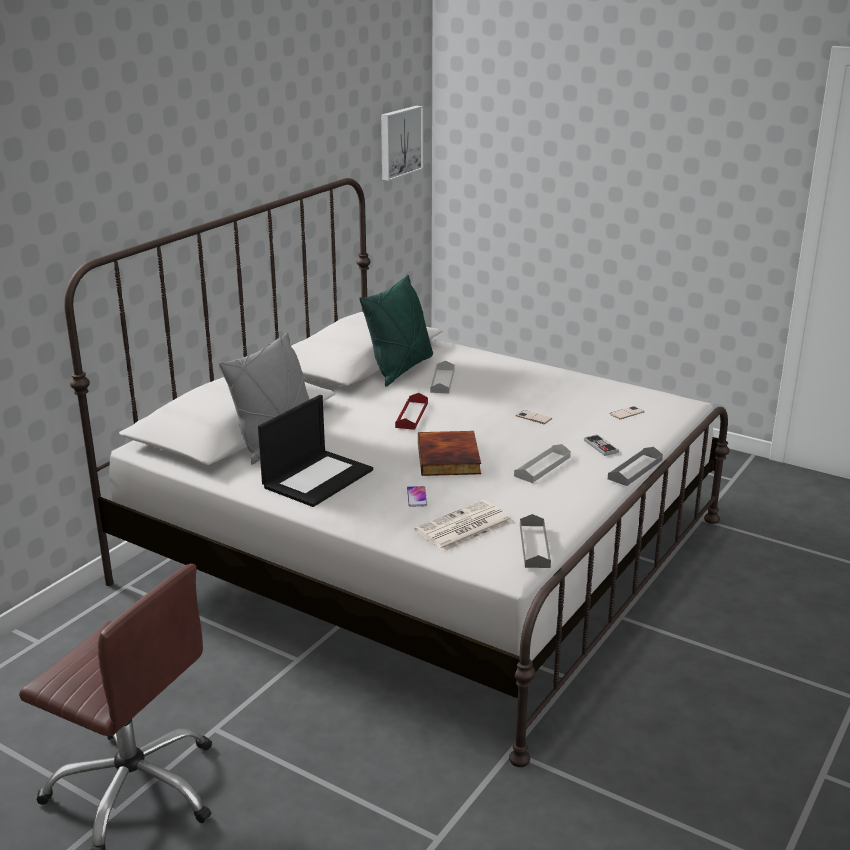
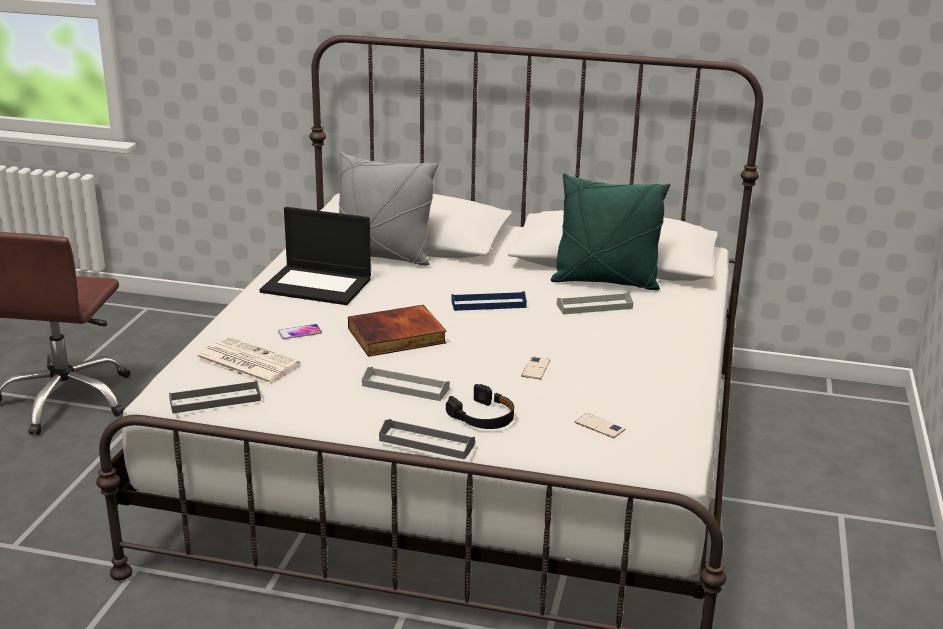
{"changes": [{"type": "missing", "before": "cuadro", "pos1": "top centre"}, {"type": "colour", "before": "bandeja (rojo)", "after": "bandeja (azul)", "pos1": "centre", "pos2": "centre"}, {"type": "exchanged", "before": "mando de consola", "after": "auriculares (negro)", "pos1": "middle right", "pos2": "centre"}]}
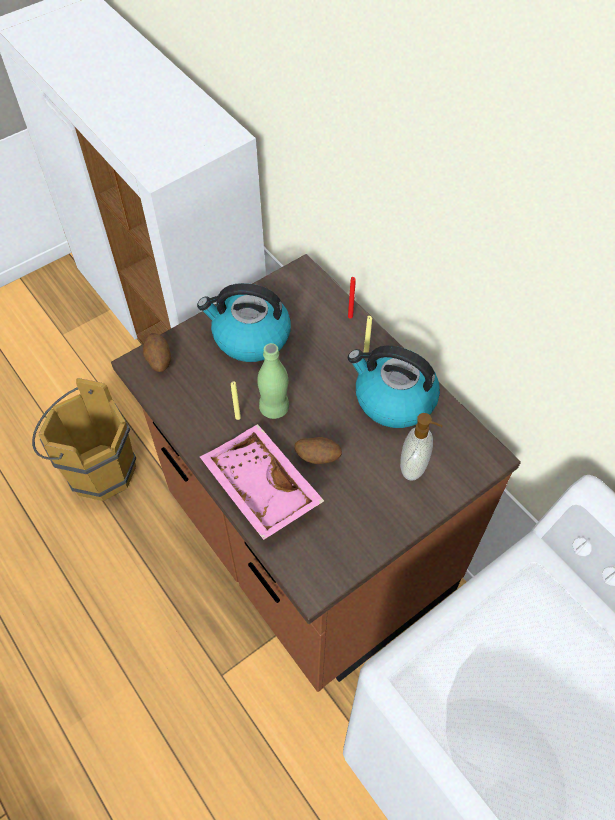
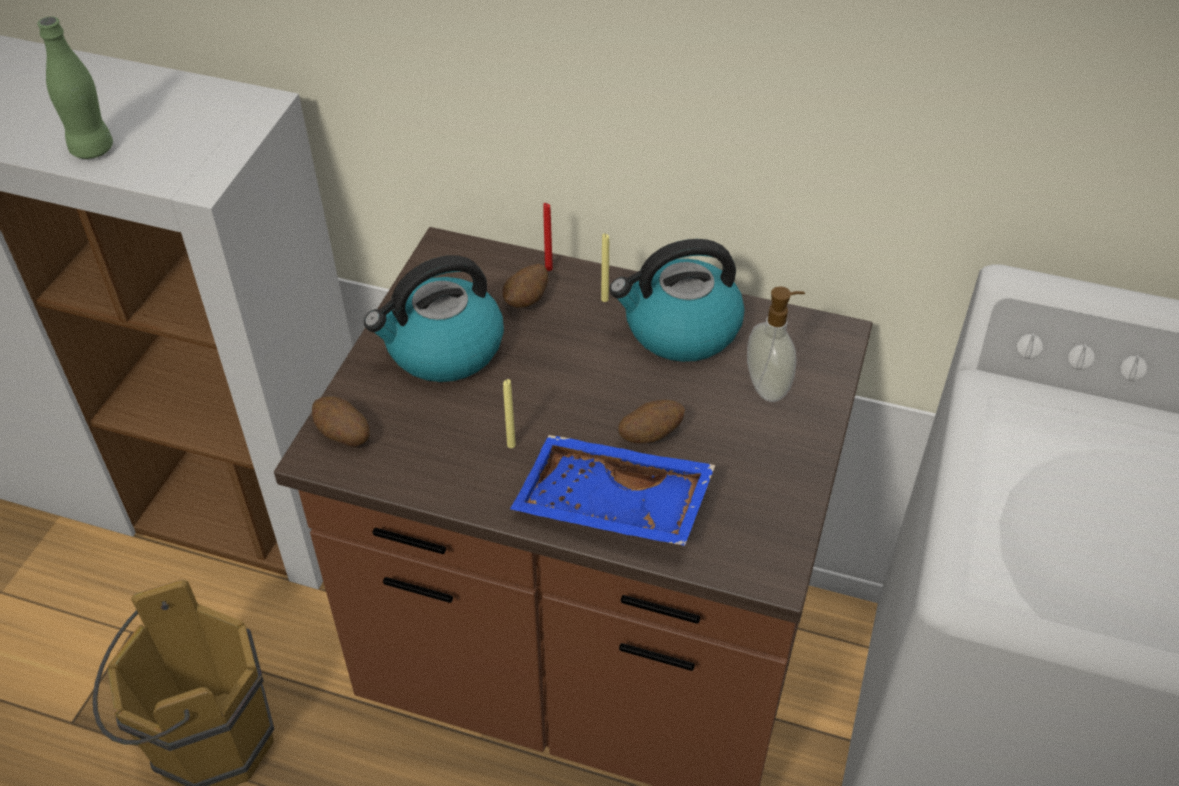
{"changes": [{"type": "colour", "before": "bandeja (rosa)", "after": "bandeja (azul)", "pos1": "centre", "pos2": "centre"}, {"type": "relocated", "before": "botella (verde)", "pos1": "centre", "pos2": "top left"}, {"type": "appeared", "after": "patata (no. 2 from left)", "pos2": "centre"}]}
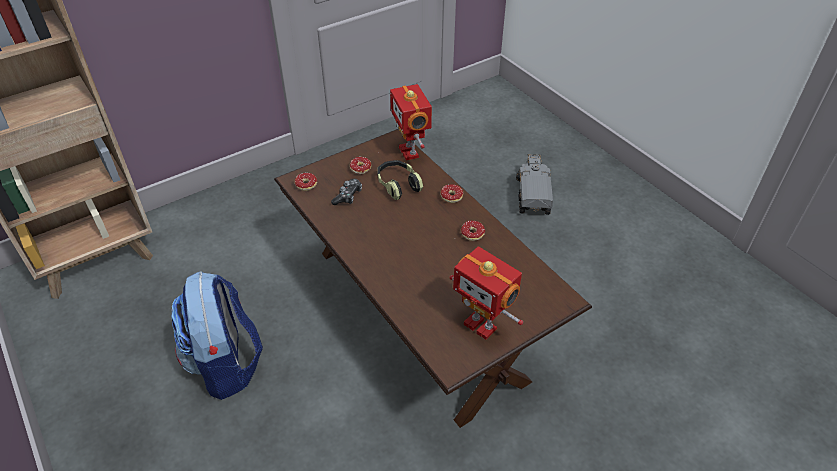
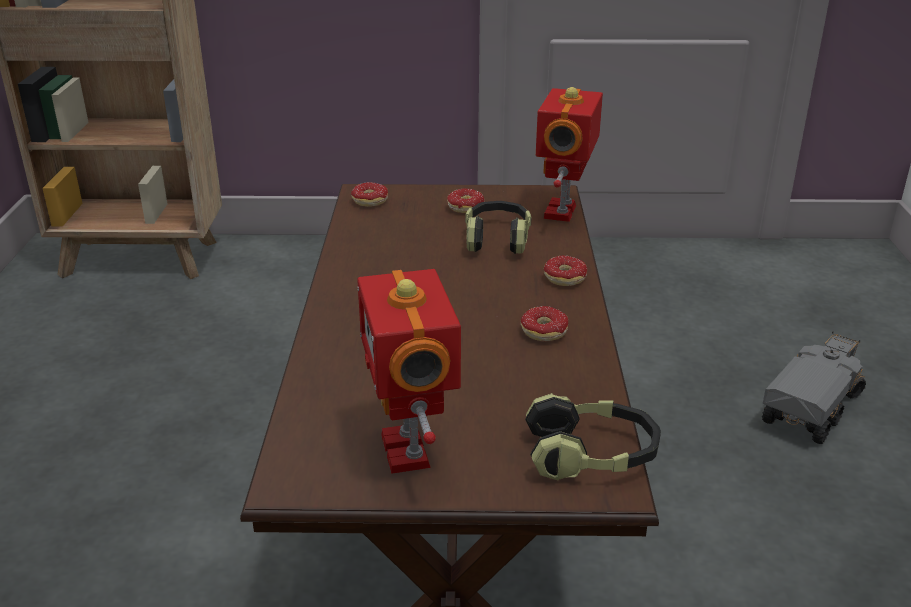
{"changes": [{"type": "missing", "before": "mochila", "pos1": "bottom left"}, {"type": "missing", "before": "mando de consola", "pos1": "centre"}, {"type": "appeared", "after": "auriculares (no. 2 from left)", "pos2": "bottom centre"}]}
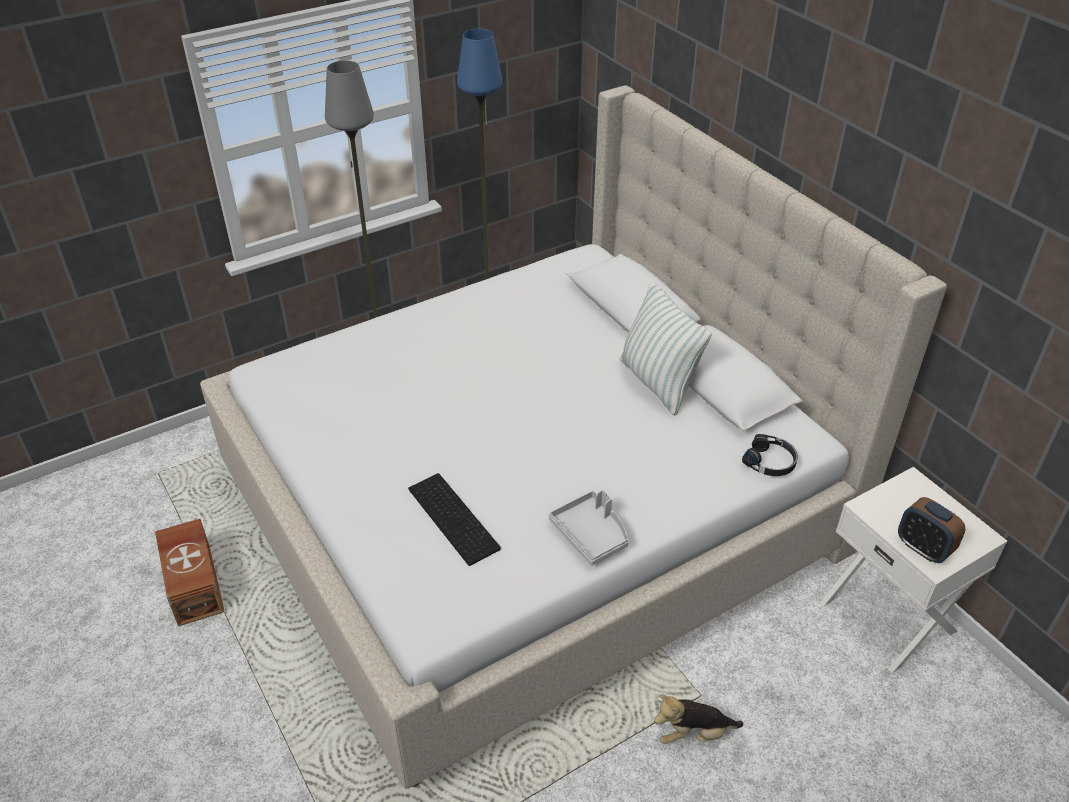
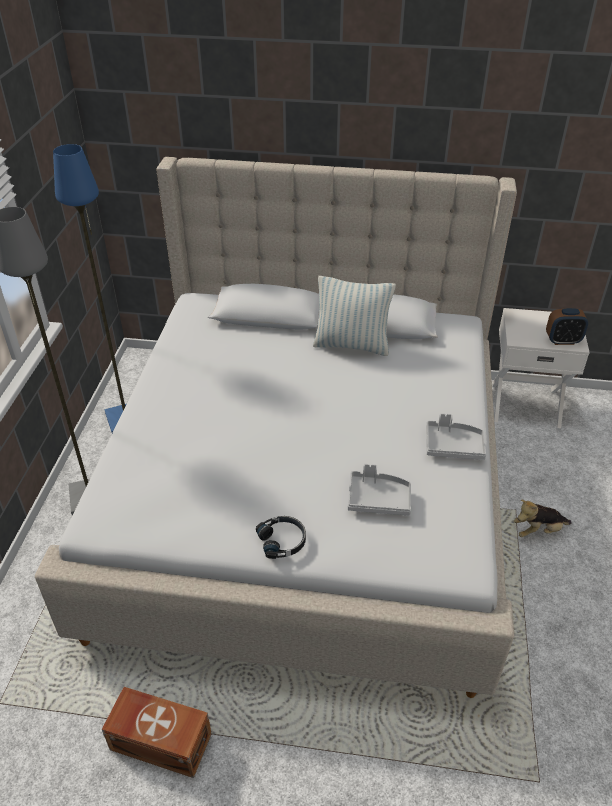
{"changes": [{"type": "exchanged", "before": "teclado", "after": "bandeja (gris) (no. 1 from left)", "pos1": "centre", "pos2": "centre"}, {"type": "spun", "before": "peluche", "pos1": "bottom centre", "pos2": "middle right", "turn": 45}, {"type": "relocated", "before": "auriculares (negro)", "pos1": "middle right", "pos2": "centre"}]}
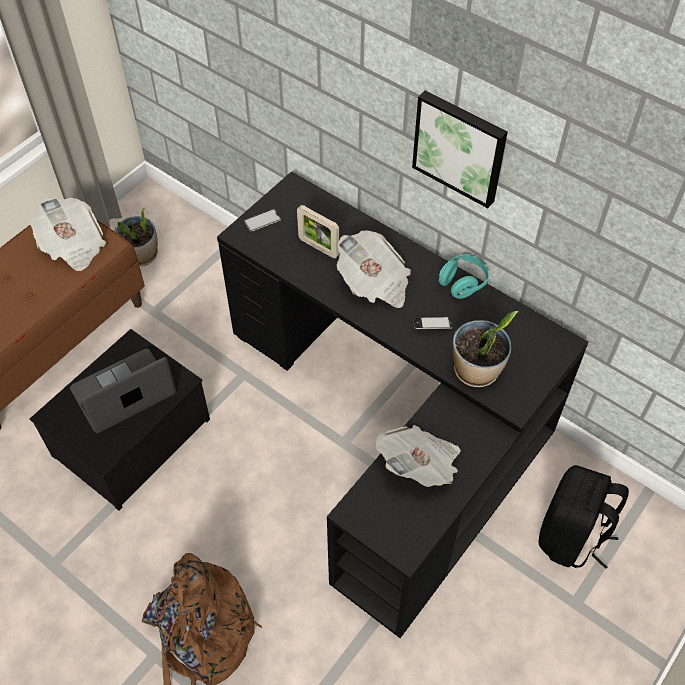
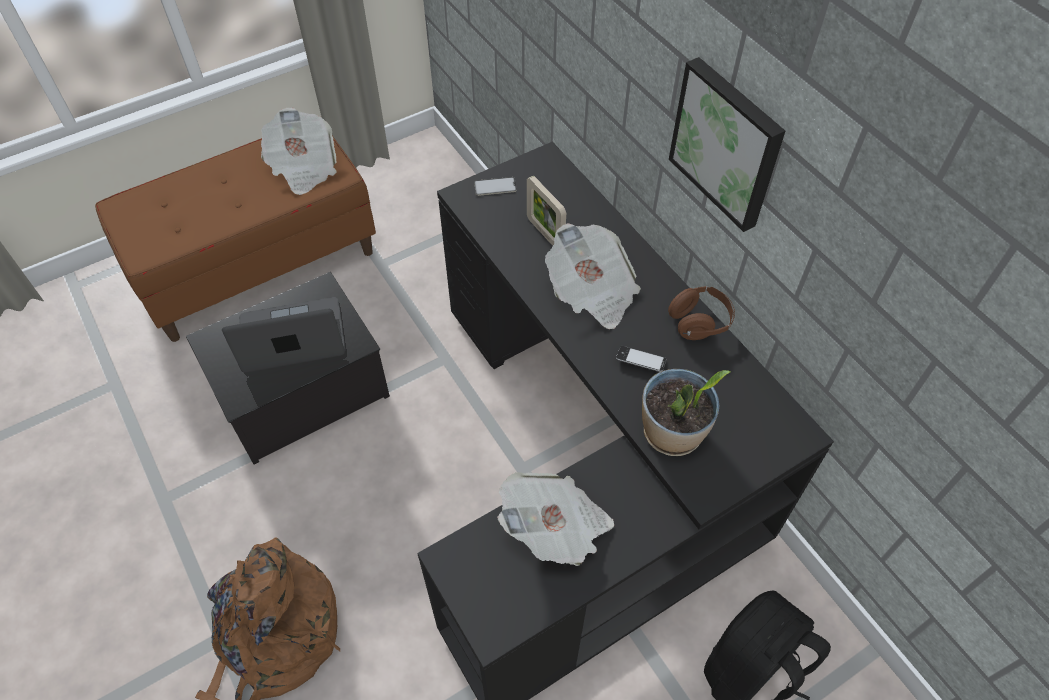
{"changes": [{"type": "missing", "before": "planta en maceta (no. 1 from left)", "pos1": "middle left"}, {"type": "colour", "before": "auriculares (turquesa)", "after": "auriculares (marrón)", "pos1": "middle right", "pos2": "middle right"}]}
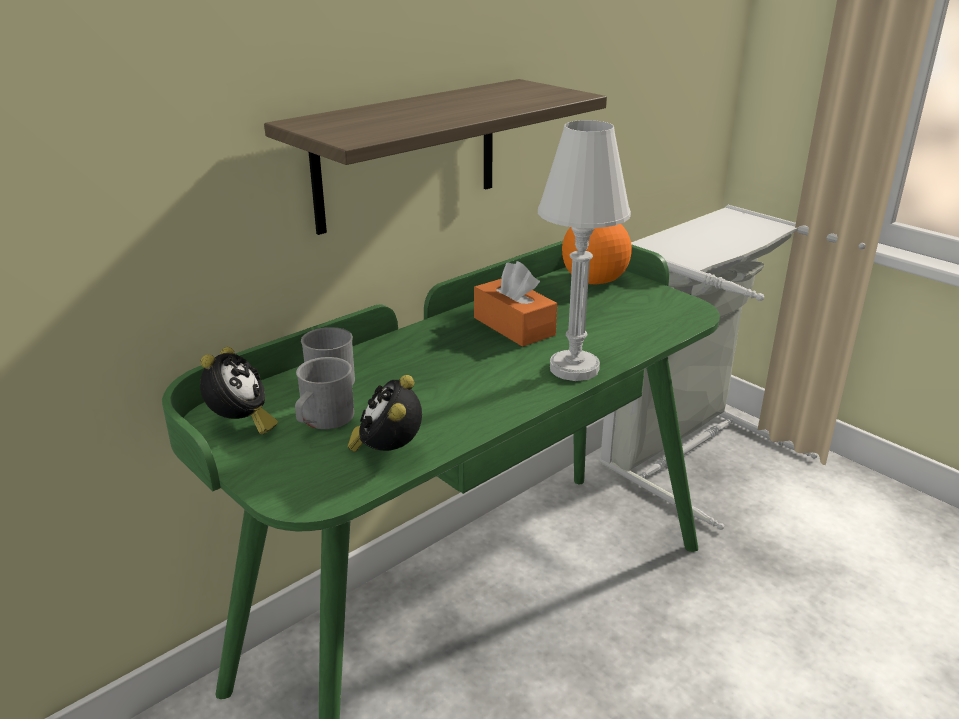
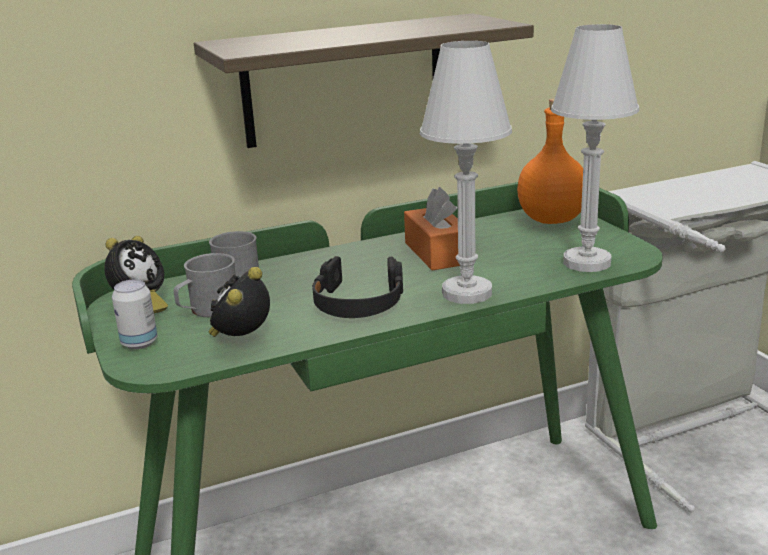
{"changes": [{"type": "appeared", "after": "lata", "pos2": "middle left"}, {"type": "appeared", "after": "auriculares (negro)", "pos2": "centre"}, {"type": "appeared", "after": "lámpara de mesa (blanco) (no. 2 from left)", "pos2": "top right"}]}
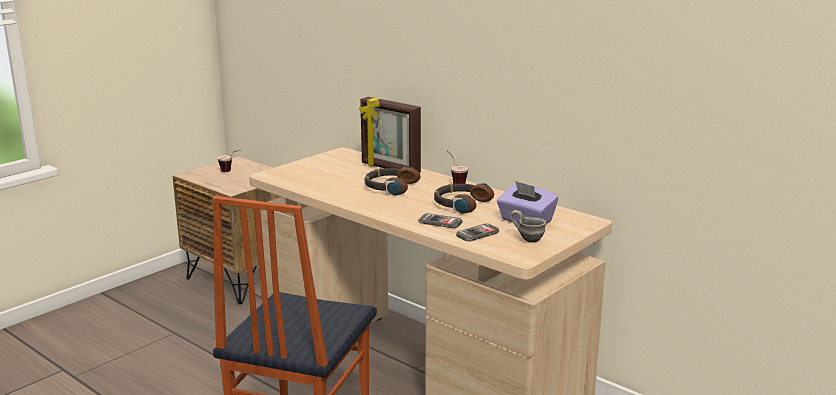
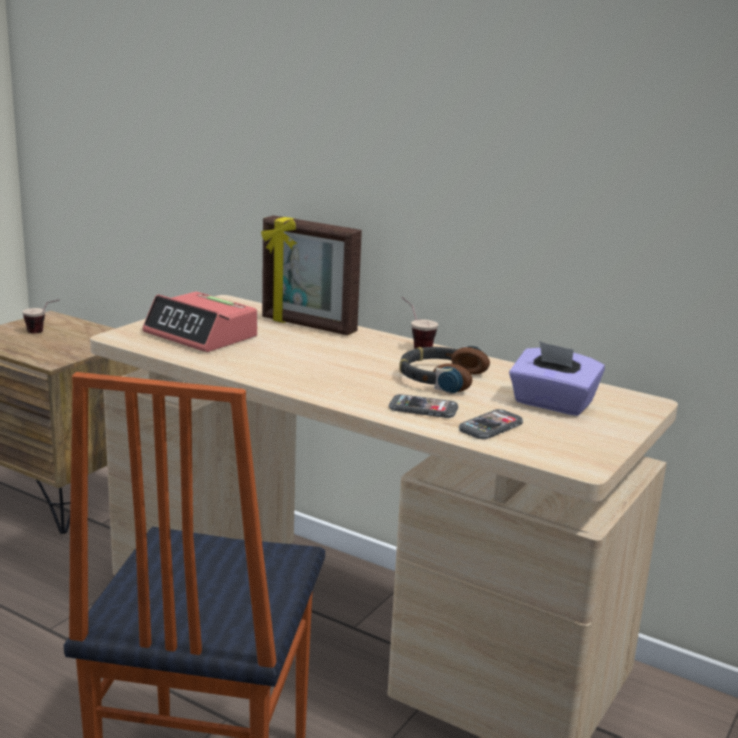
{"changes": [{"type": "missing", "before": "auriculares (no. 1 from left)", "pos1": "centre"}, {"type": "missing", "before": "taza grande (gris)", "pos1": "centre"}, {"type": "appeared", "after": "despertador", "pos2": "middle left"}]}
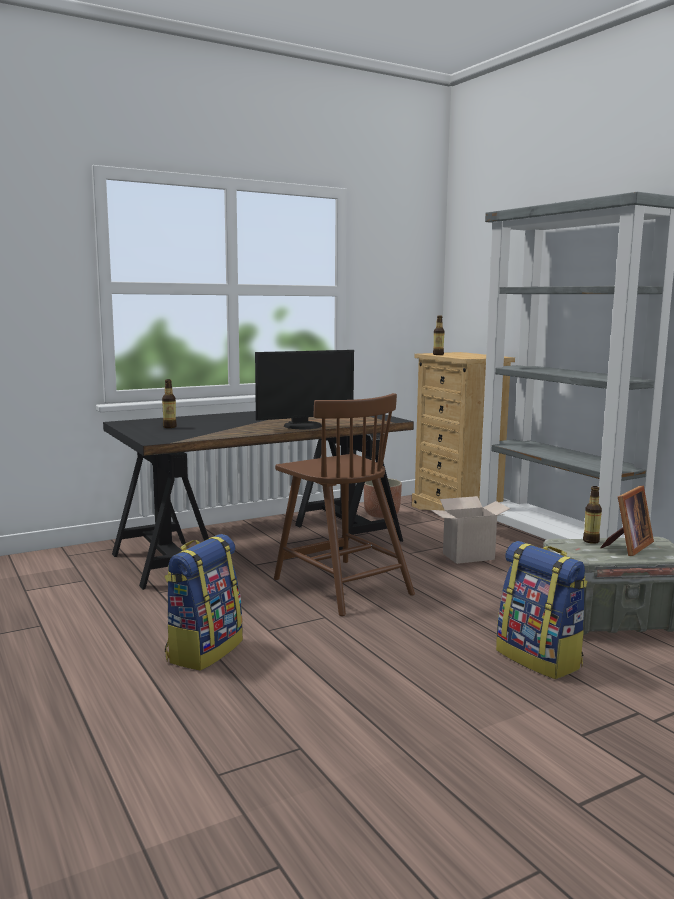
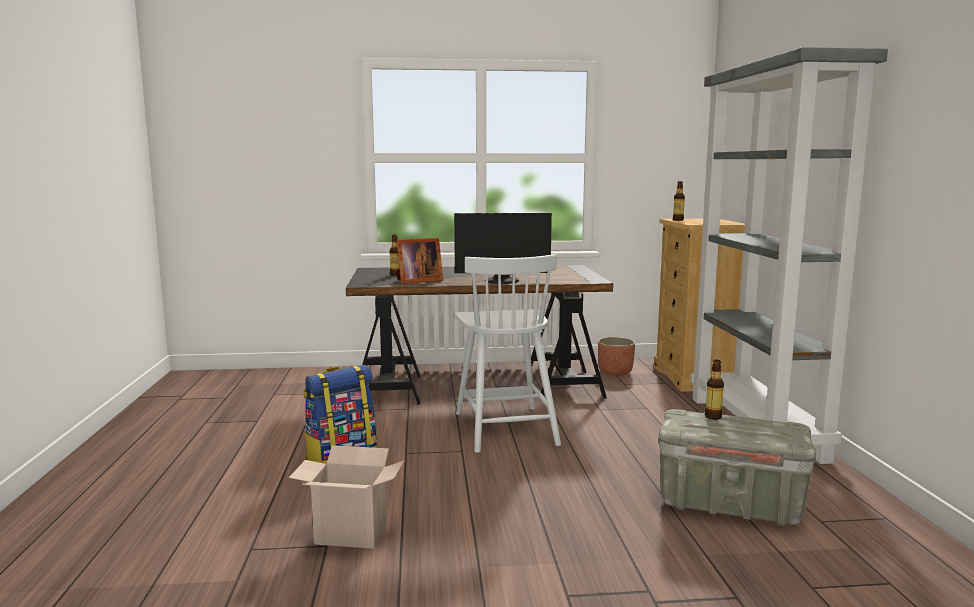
{"changes": [{"type": "colour", "before": "silla (marrón)", "after": "silla (blanco)", "pos1": "centre", "pos2": "centre"}, {"type": "relocated", "before": "caja de cartón", "pos1": "middle right", "pos2": "bottom centre"}, {"type": "missing", "before": "mochila (no. 2 from left)", "pos1": "bottom right"}, {"type": "relocated", "before": "portarretratos", "pos1": "middle right", "pos2": "centre"}]}
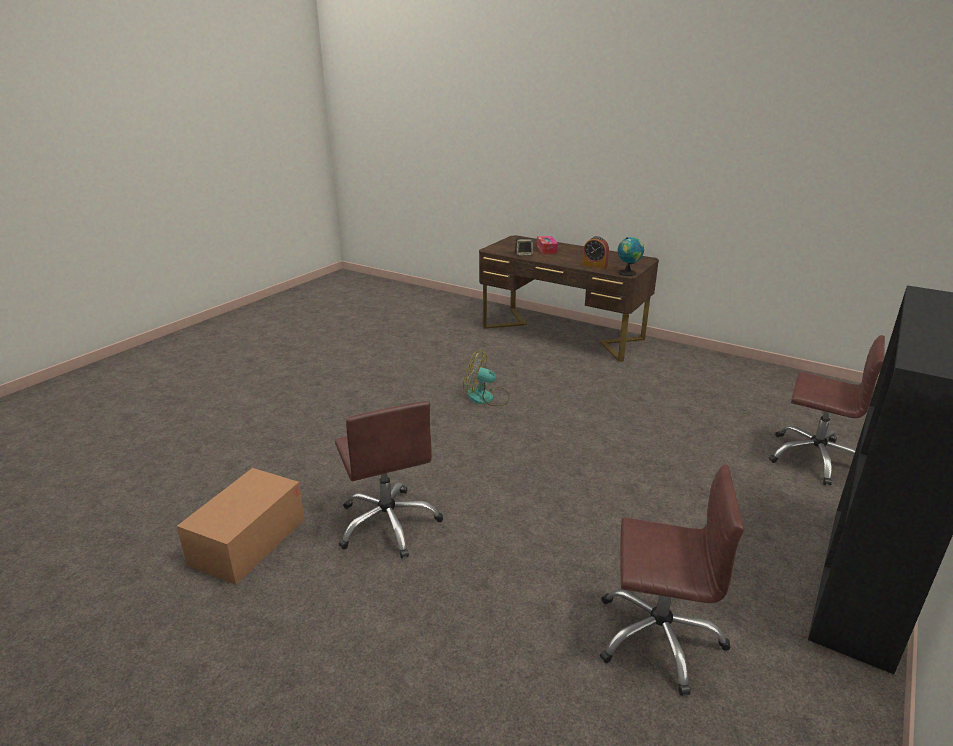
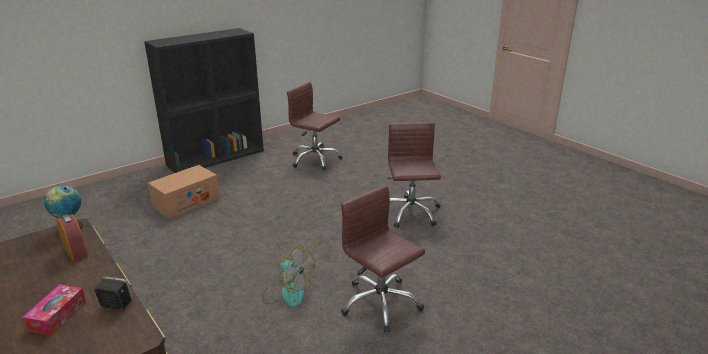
{"changes": [{"type": "relocated", "before": "caja de cartón", "pos1": "bottom left", "pos2": "middle left"}, {"type": "relocated", "before": "silla de oficina (marrón) (no. 3 from left in the first image)", "after": "silla de oficina (marrón) (no. 2 from left)", "pos1": "middle right", "pos2": "bottom centre"}]}
